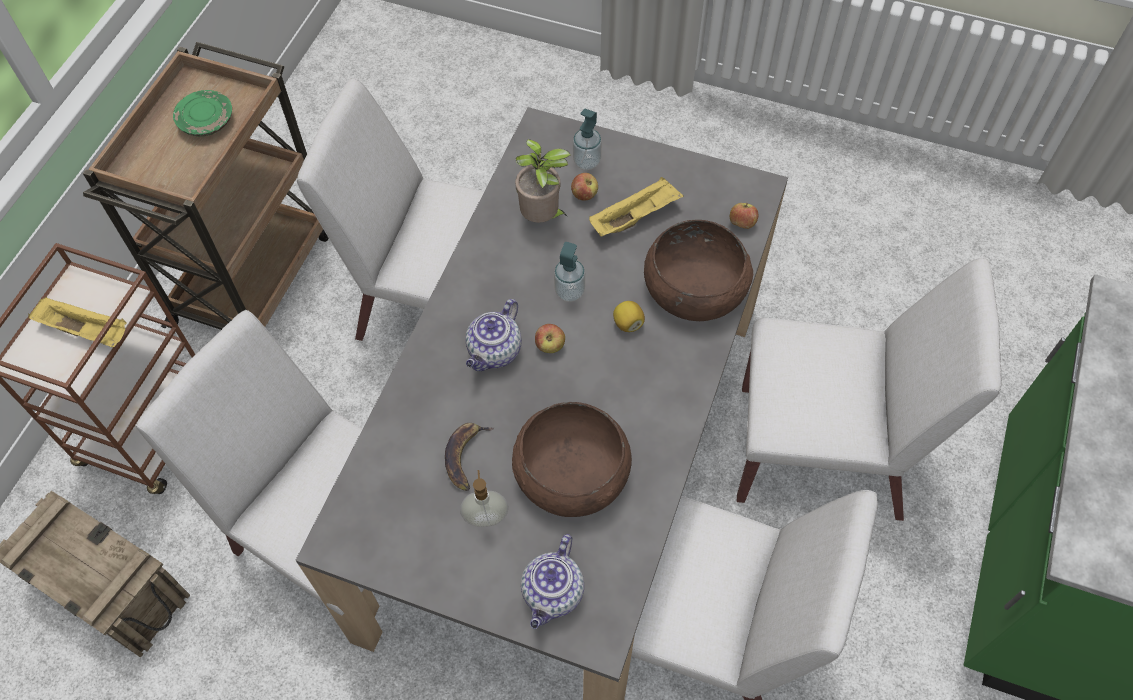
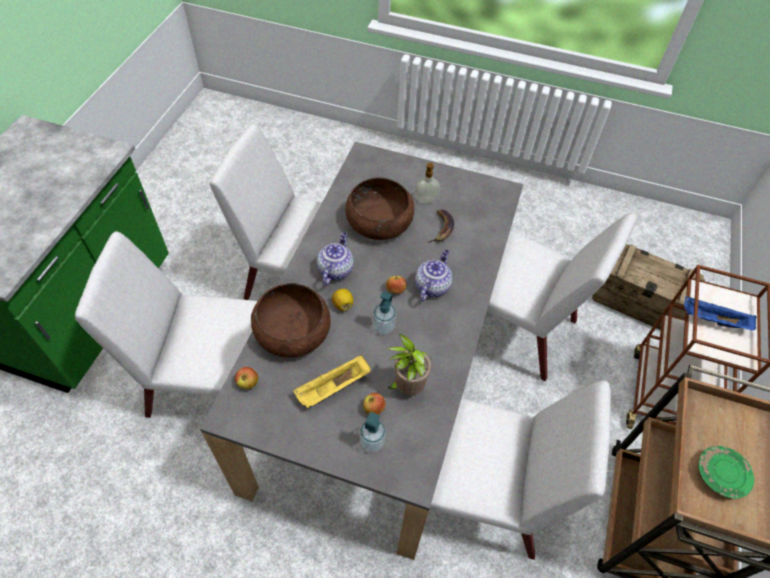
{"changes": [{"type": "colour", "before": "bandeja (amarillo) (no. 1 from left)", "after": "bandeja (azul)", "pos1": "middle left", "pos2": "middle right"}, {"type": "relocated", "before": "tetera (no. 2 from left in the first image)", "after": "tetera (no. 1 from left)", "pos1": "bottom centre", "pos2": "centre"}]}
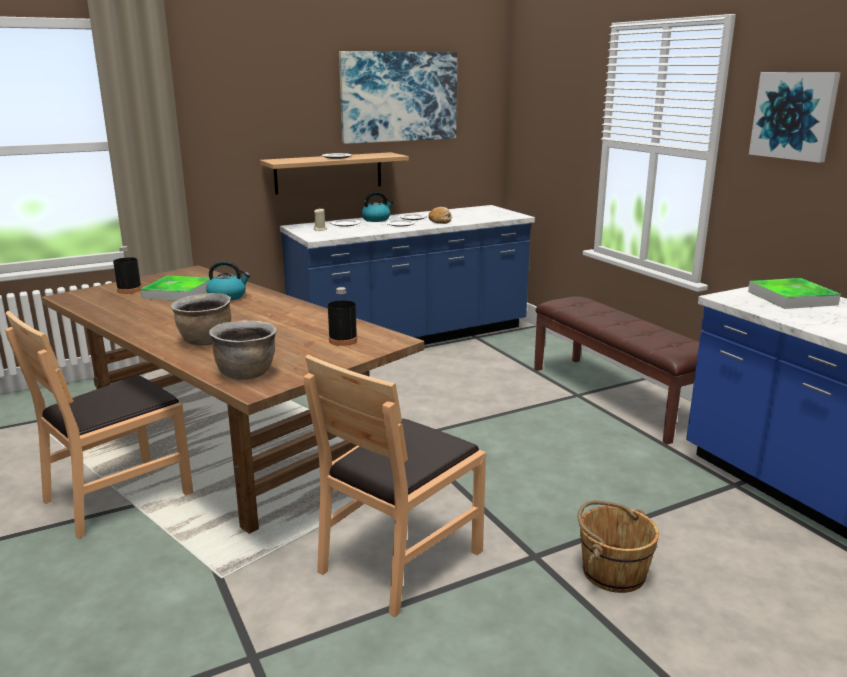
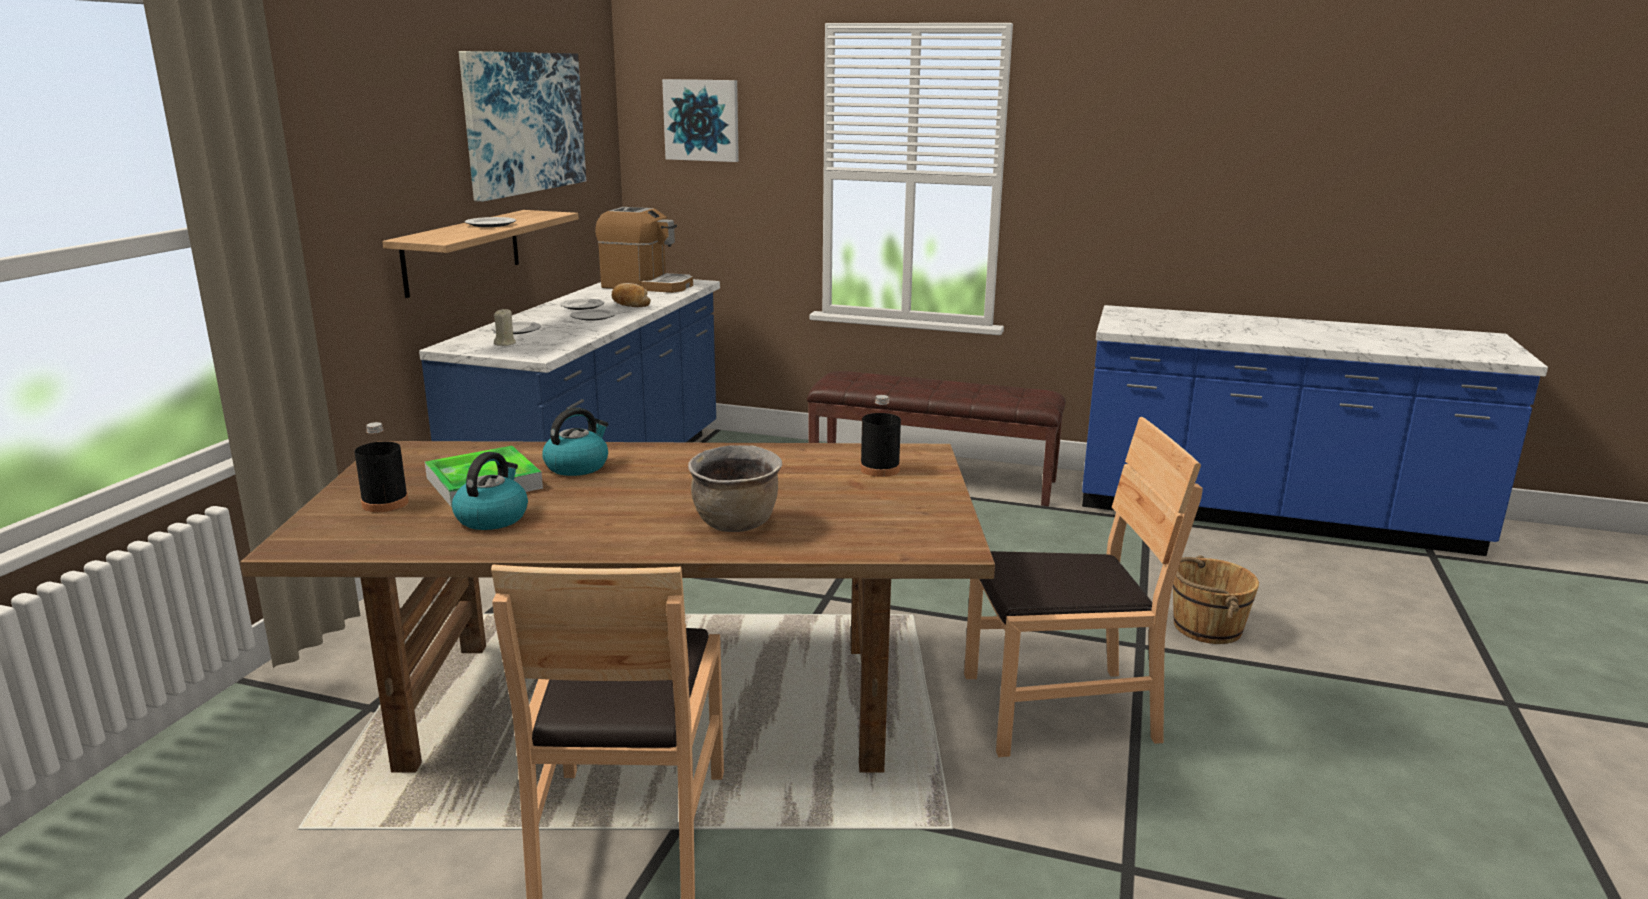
{"changes": [{"type": "missing", "before": "olla (marrón) (no. 2 from left)", "pos1": "middle left"}, {"type": "spun", "before": "silla (marrón) (no. 2 from left)", "pos1": "bottom centre", "pos2": "centre", "turn": -90}, {"type": "relocated", "before": "hervidor (no. 2 from left in the first image)", "after": "hervidor (no. 1 from left)", "pos1": "top centre", "pos2": "middle left"}, {"type": "missing", "before": "bandeja (no. 2 from left)", "pos1": "middle right"}, {"type": "relocated", "before": "cuadro (no. 2 from left)", "pos1": "top right", "pos2": "top centre"}, {"type": "appeared", "after": "cafetera", "pos2": "top centre"}]}
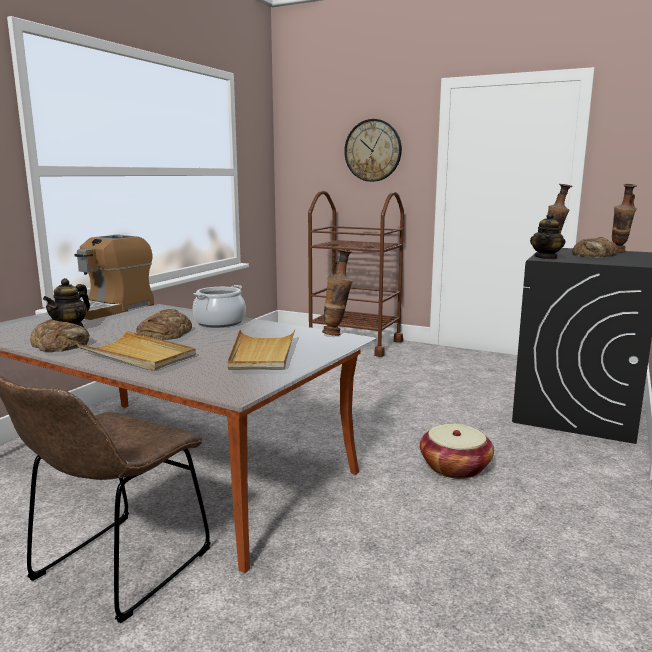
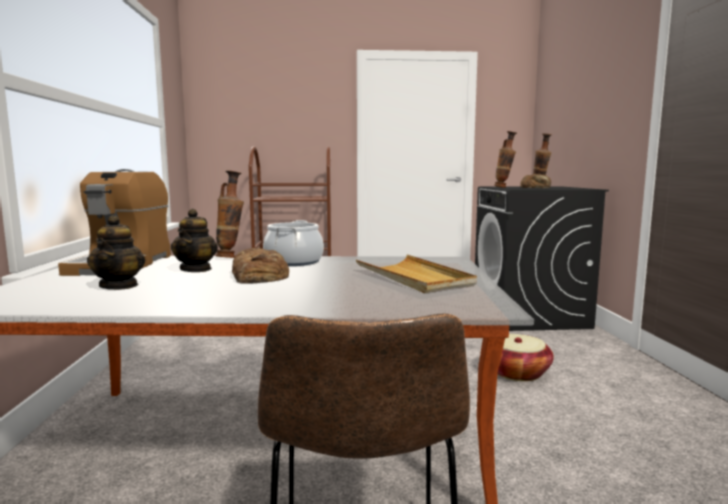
{"changes": [{"type": "missing", "before": "pan (no. 1 from left)", "pos1": "middle left"}, {"type": "missing", "before": "bandeja (beis) (no. 1 from left)", "pos1": "middle left"}, {"type": "relocated", "before": "florero (no. 1 from left)", "pos1": "centre", "pos2": "middle left"}, {"type": "missing", "before": "reloj de pared", "pos1": "top centre"}, {"type": "relocated", "before": "tetera (no. 2 from left)", "pos1": "middle right", "pos2": "middle left"}]}
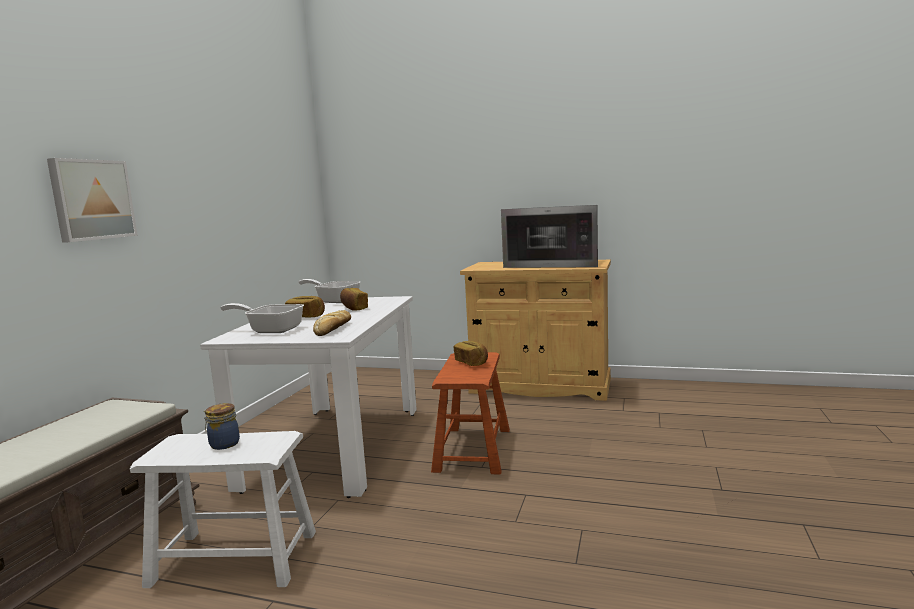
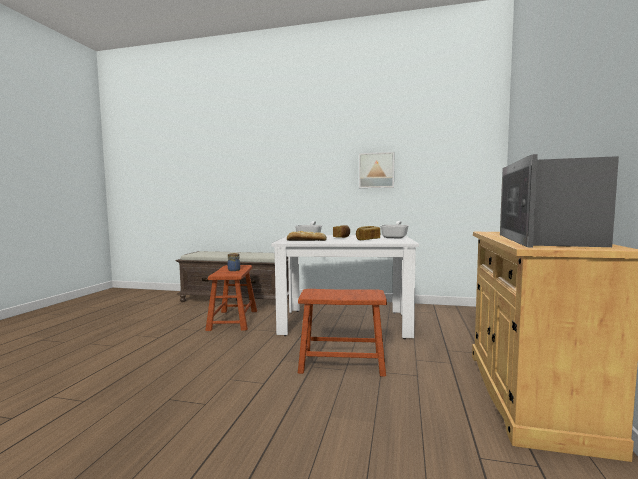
{"changes": [{"type": "relocated", "before": "cuadro", "pos1": "top left", "pos2": "centre"}, {"type": "colour", "before": "taburete (blanco)", "after": "taburete (marrón) (no. 1 from left)", "pos1": "bottom left", "pos2": "centre"}, {"type": "missing", "before": "pan (no. 4 from left)", "pos1": "centre"}]}
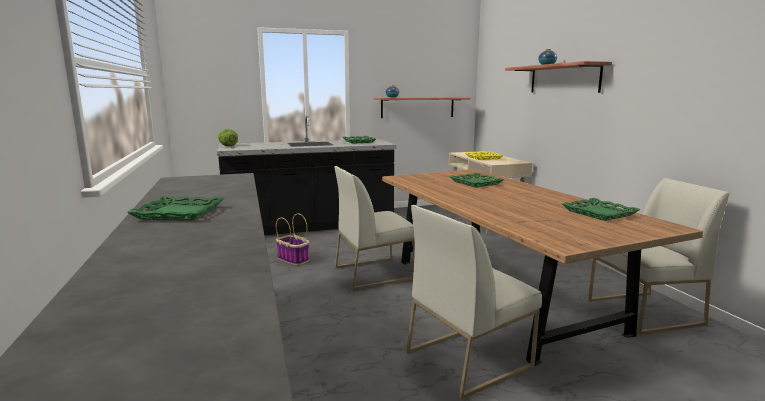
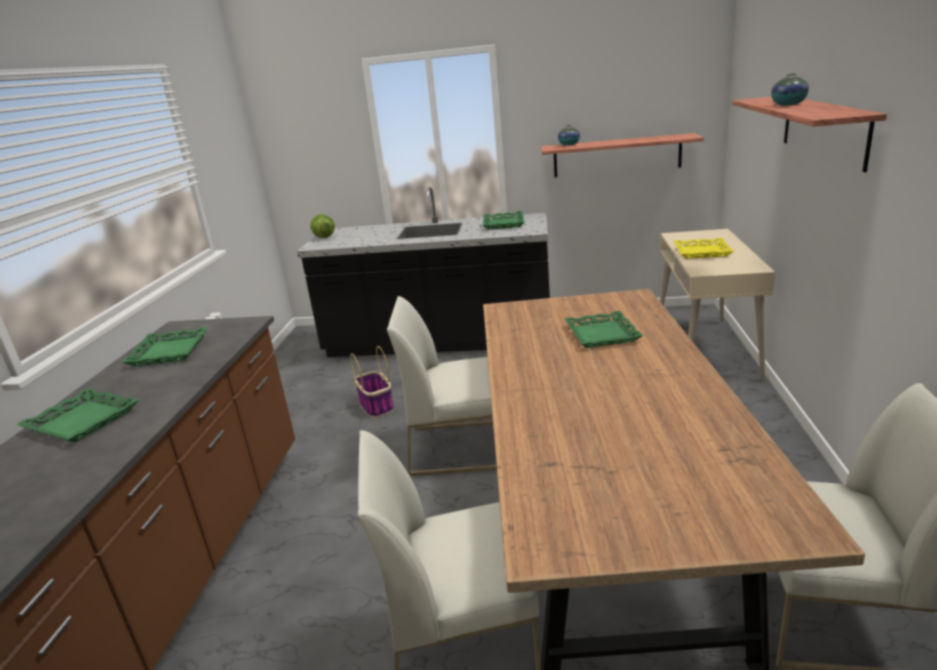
{"changes": [{"type": "relocated", "before": "bandeja (verde) (no. 4 from left in the first image)", "after": "bandeja (verde) (no. 2 from left)", "pos1": "middle right", "pos2": "middle left"}]}
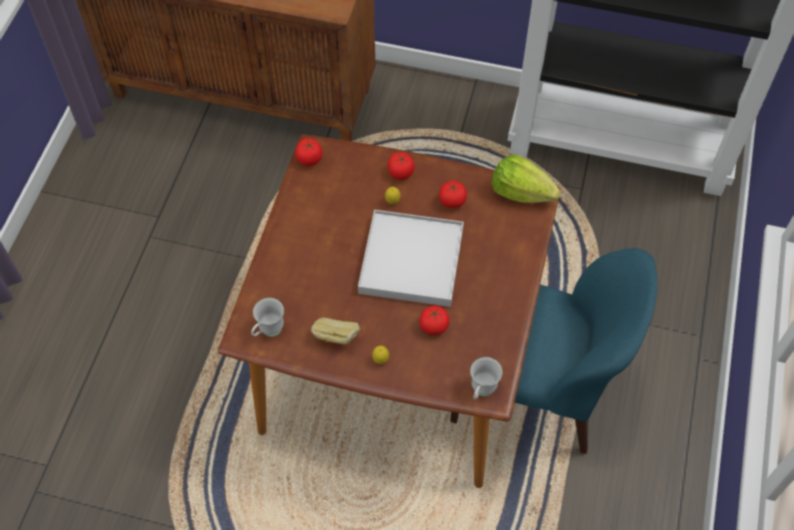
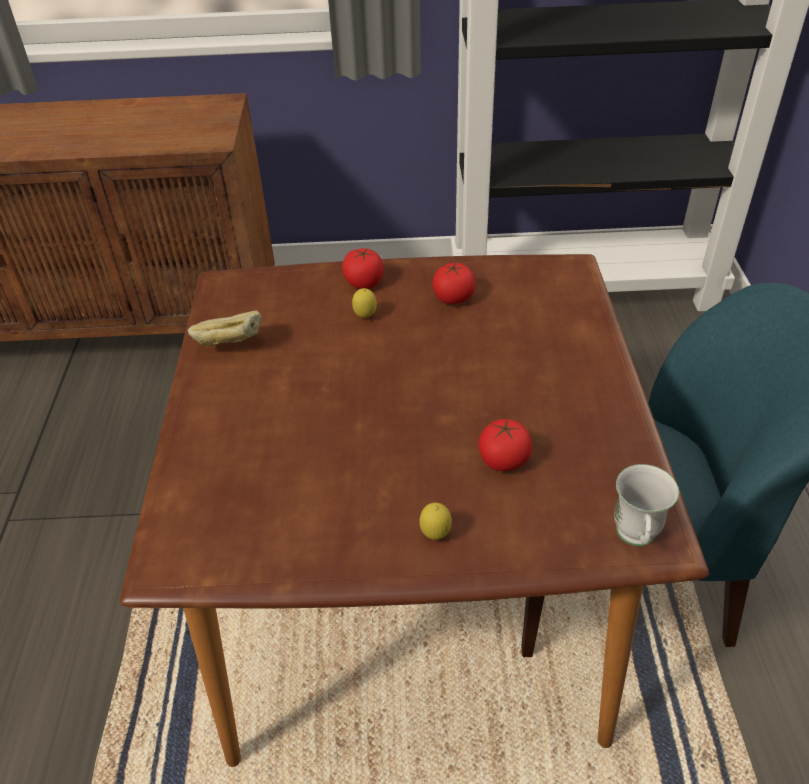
{"changes": [{"type": "missing", "before": "taza grande (blanco) (no. 1 from left)", "pos1": "centre"}, {"type": "missing", "before": "tomate (no. 1 from left)", "pos1": "top centre"}, {"type": "relocated", "before": "pan", "pos1": "centre", "pos2": "middle left"}, {"type": "missing", "before": "bandeja (blanco)", "pos1": "centre"}, {"type": "missing", "before": "lechuga", "pos1": "centre"}]}
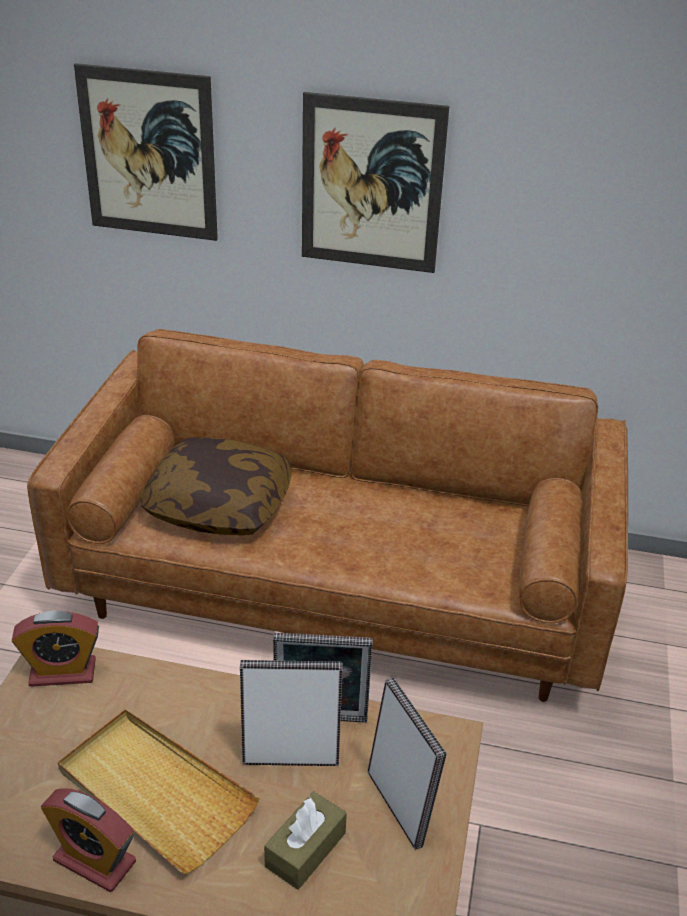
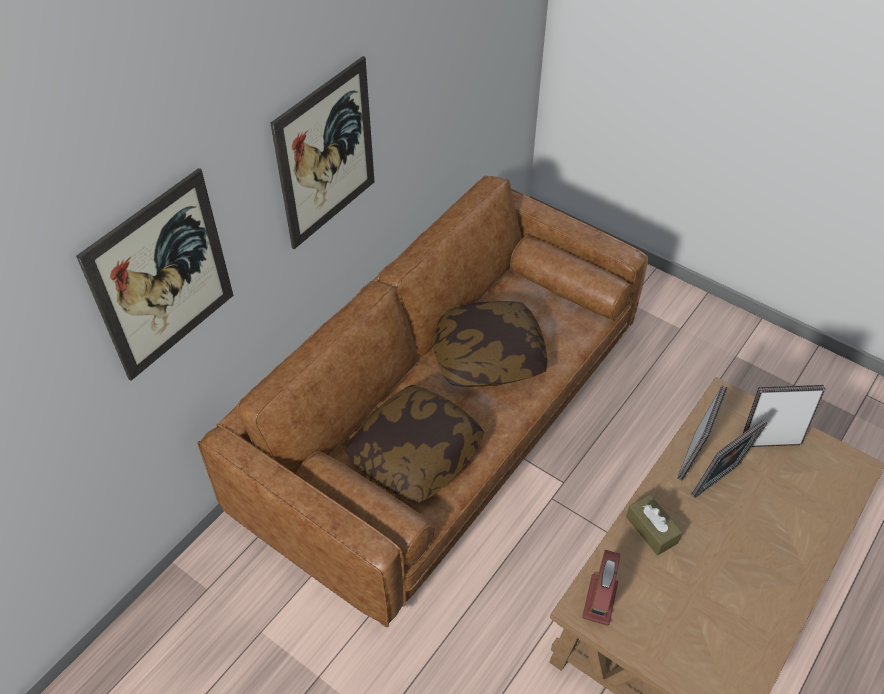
{"changes": [{"type": "missing", "before": "despertador (no. 2 from left)", "pos1": "bottom left"}, {"type": "missing", "before": "bandeja (beis)", "pos1": "bottom left"}, {"type": "spun", "before": "portarretratos (no. 1 from left in the first image)", "pos1": "bottom centre", "pos2": "middle right", "turn": -150}, {"type": "relocated", "before": "caja de pañuelos (marrón)", "pos1": "bottom centre", "pos2": "bottom right"}, {"type": "appeared", "after": "cojín (no. 2 from left)", "pos2": "centre"}]}
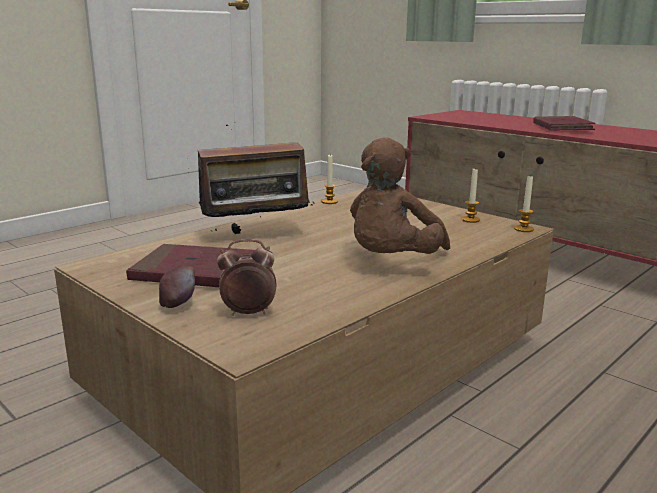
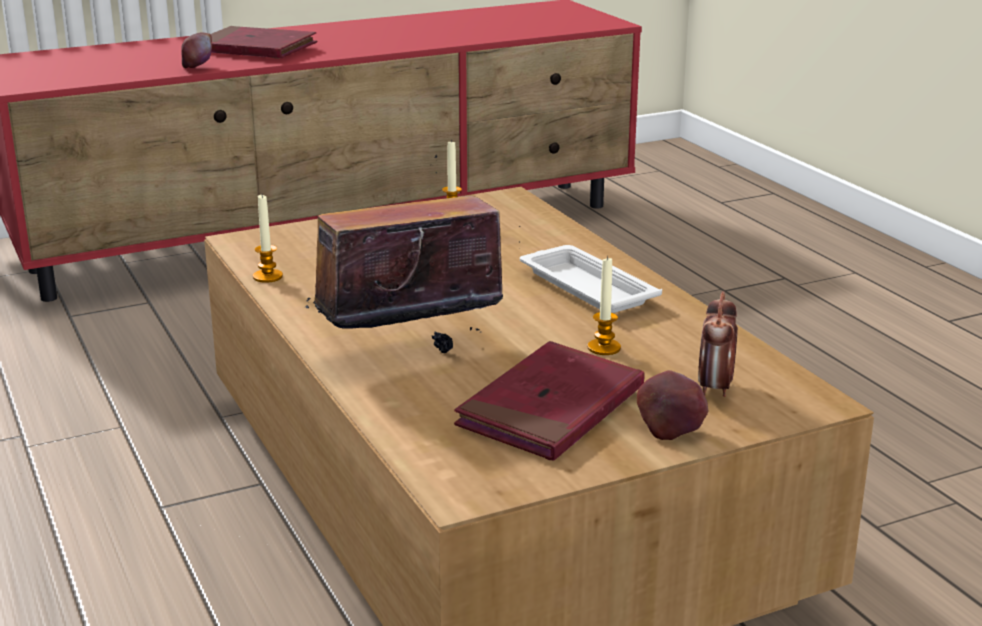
{"changes": [{"type": "spun", "before": "radio", "pos1": "centre", "pos2": "centre", "turn": -120}, {"type": "exchanged", "before": "peluche (marrón)", "after": "bandeja (blanco)", "pos1": "centre", "pos2": "centre"}, {"type": "relocated", "before": "vela (no. 3 from left)", "pos1": "middle right", "pos2": "centre"}, {"type": "appeared", "after": "manzana (no. 1 from left)", "pos2": "top left"}]}
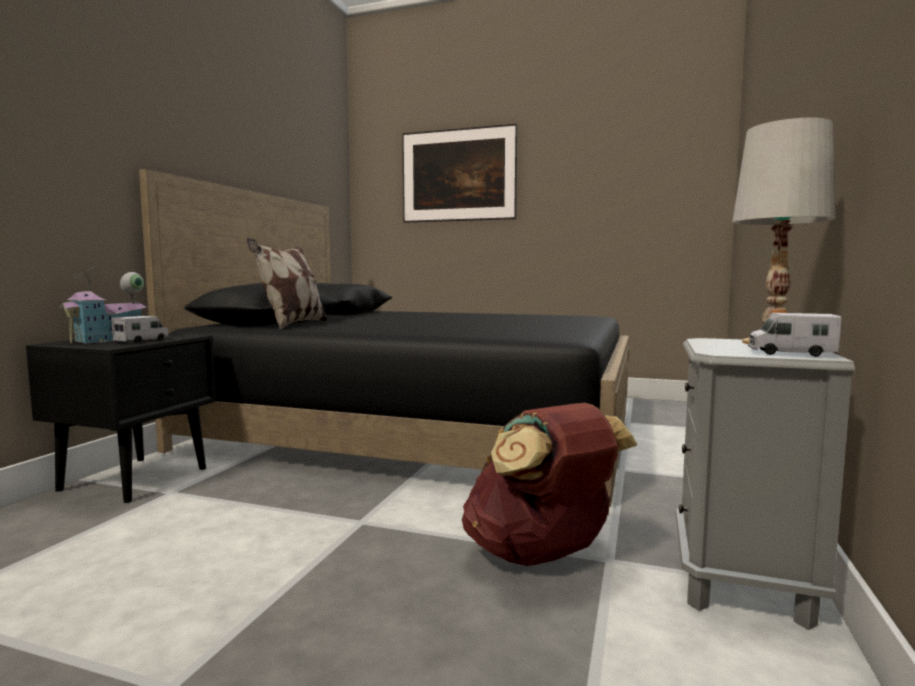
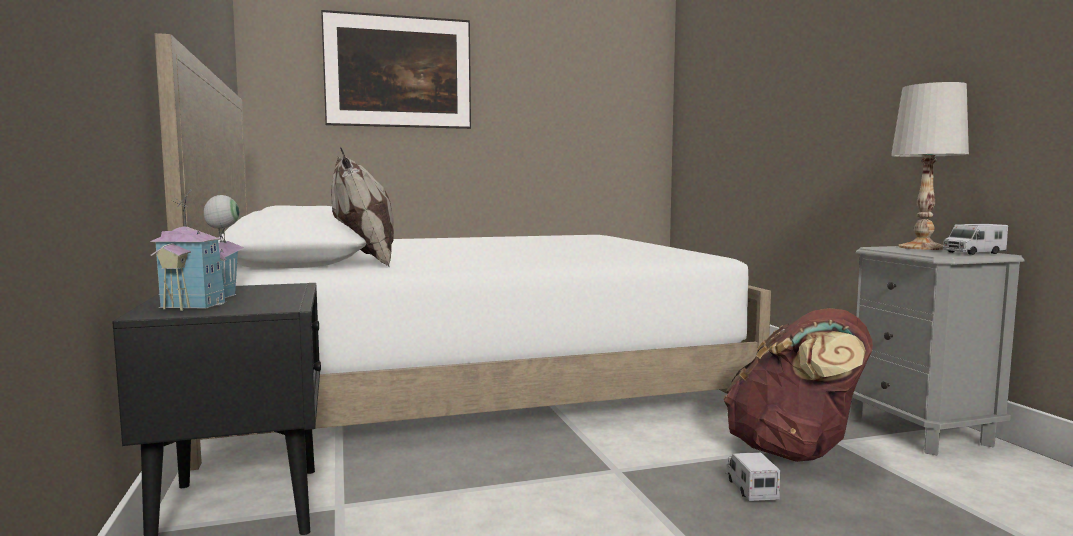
{"changes": [{"type": "relocated", "before": "camión de juguete (no. 1 from left)", "pos1": "middle left", "pos2": "bottom right"}, {"type": "colour", "before": "cama (negro)", "after": "cama (blanco)", "pos1": "centre", "pos2": "centre"}]}
